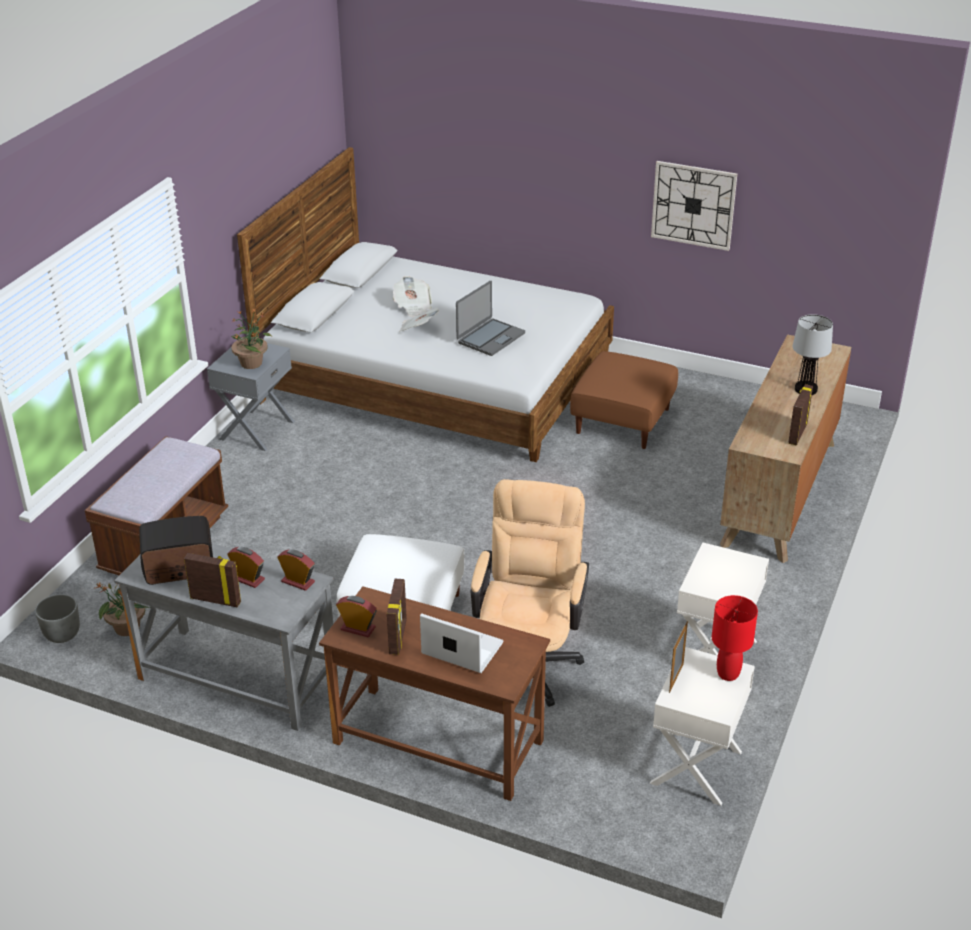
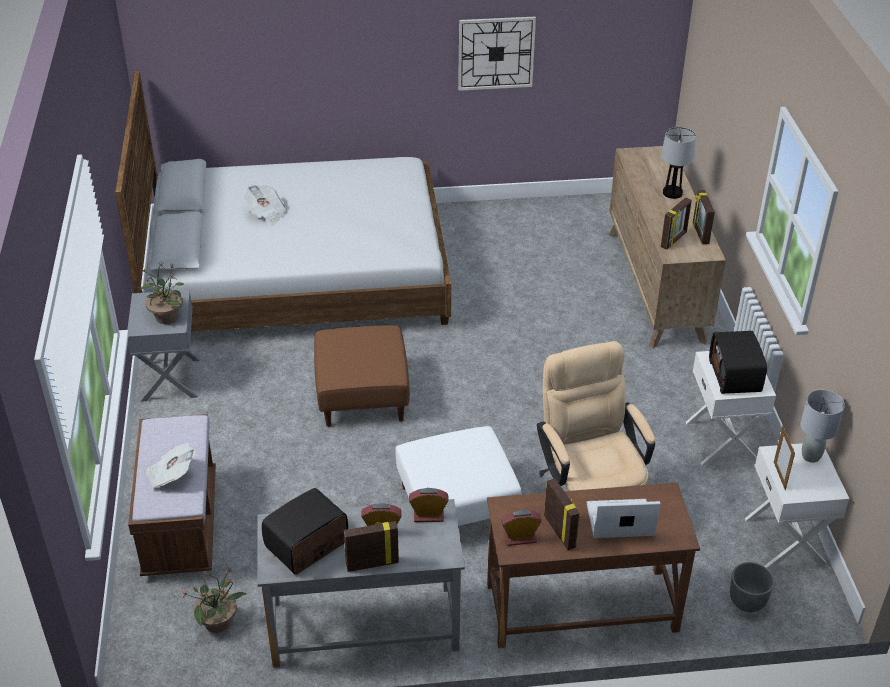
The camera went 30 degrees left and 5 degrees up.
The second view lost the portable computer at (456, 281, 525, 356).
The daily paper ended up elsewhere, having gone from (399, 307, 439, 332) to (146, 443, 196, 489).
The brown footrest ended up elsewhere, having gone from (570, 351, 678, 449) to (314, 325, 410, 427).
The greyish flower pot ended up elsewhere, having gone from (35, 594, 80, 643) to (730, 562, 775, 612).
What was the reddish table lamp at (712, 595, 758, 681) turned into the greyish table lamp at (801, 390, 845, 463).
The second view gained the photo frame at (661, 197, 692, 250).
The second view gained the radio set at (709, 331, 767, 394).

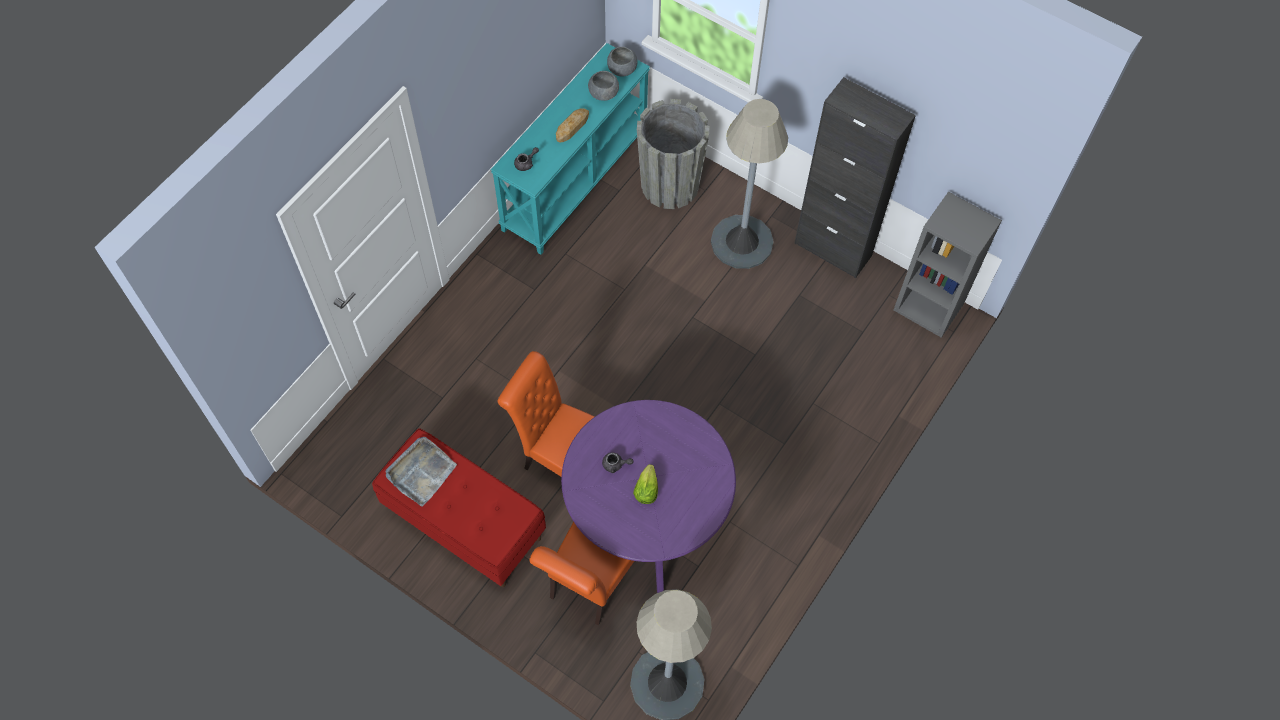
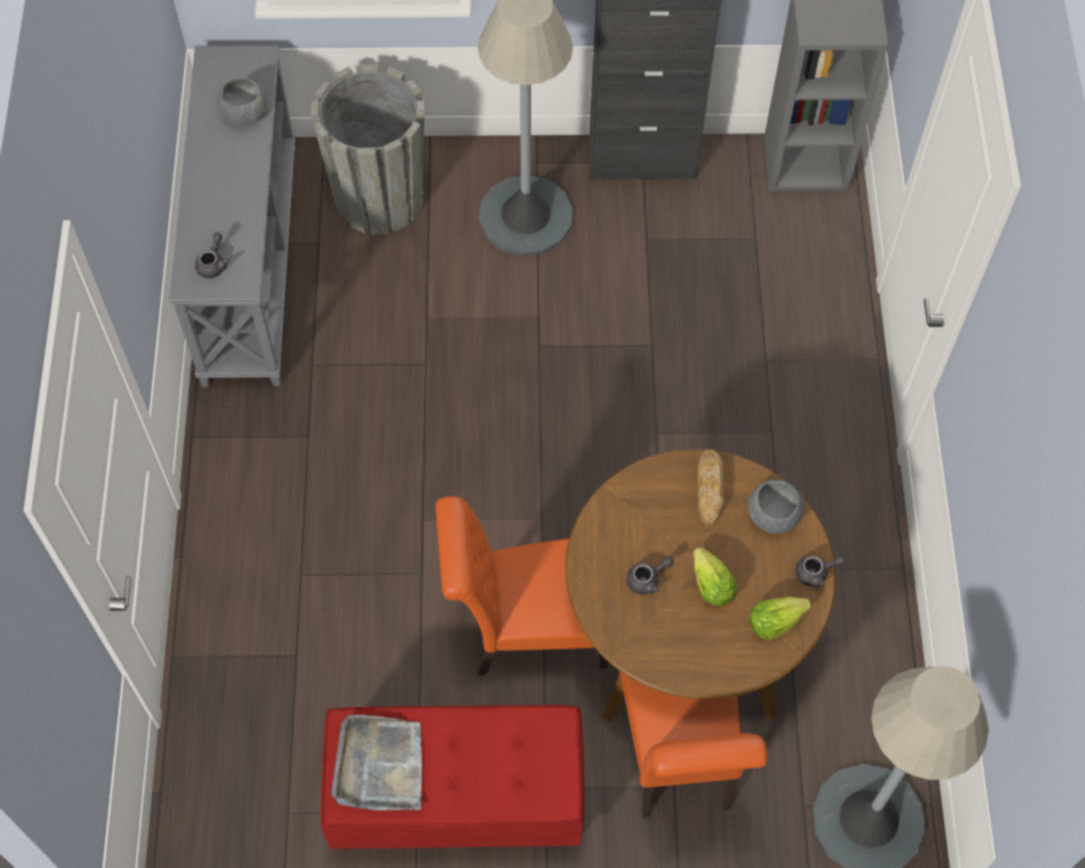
The camera went 35 degrees left and 0 degrees up.
What was the turquoise-coloured console table at (491, 43, 650, 255) turned into the greyish console table at (170, 45, 296, 387).
The greyish serving bowl ended up elsewhere, having gone from (607, 47, 638, 77) to (748, 480, 804, 534).
The bread ended up elsewhere, having gone from (556, 109, 589, 143) to (697, 449, 724, 525).
What was the purple dining table at (561, 400, 736, 593) turned into the brown dining table at (565, 449, 836, 721).
The second view gained the greyish pot for tea at (795, 556, 846, 587).
The second view gained the head of lettuce at (749, 597, 811, 640).

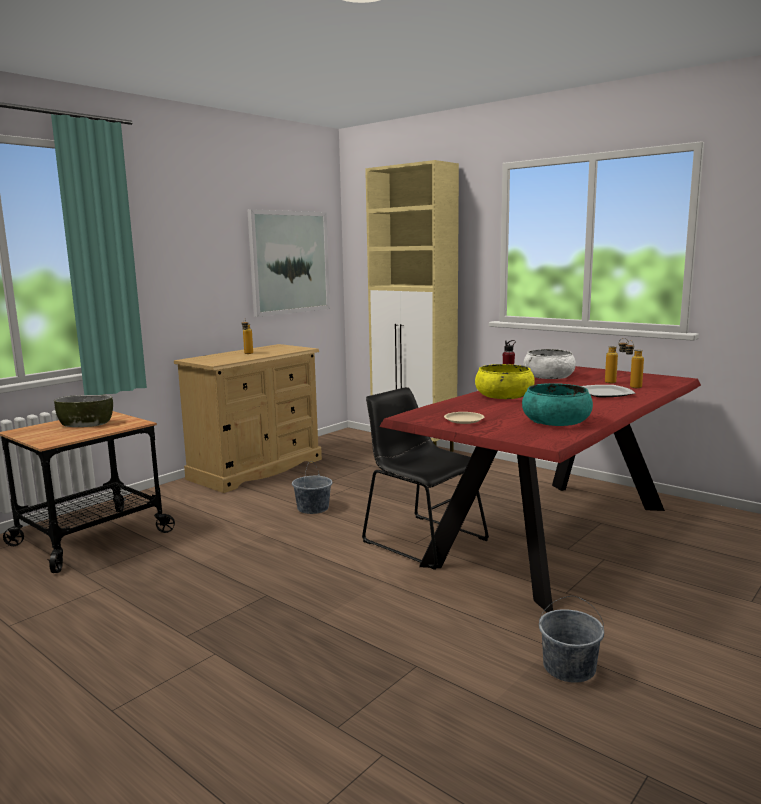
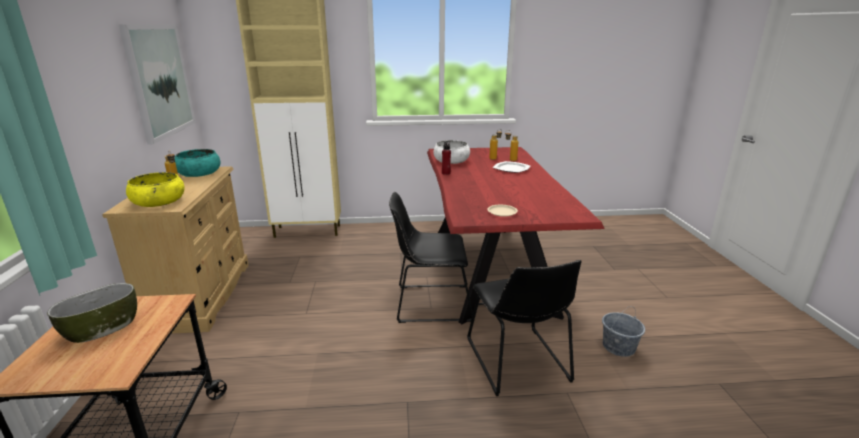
The camera went 45 degrees left and 10 degrees up.
The yellow-coloured serving bowl ended up elsewhere, having gone from (475, 364, 535, 399) to (126, 172, 185, 207).
The turquoise-coloured serving bowl ended up elsewhere, having gone from (522, 383, 593, 426) to (174, 149, 221, 177).
The second view lost the greyish bucket at (292, 462, 333, 514).
The second view gained the black plain chair at (467, 260, 581, 396).

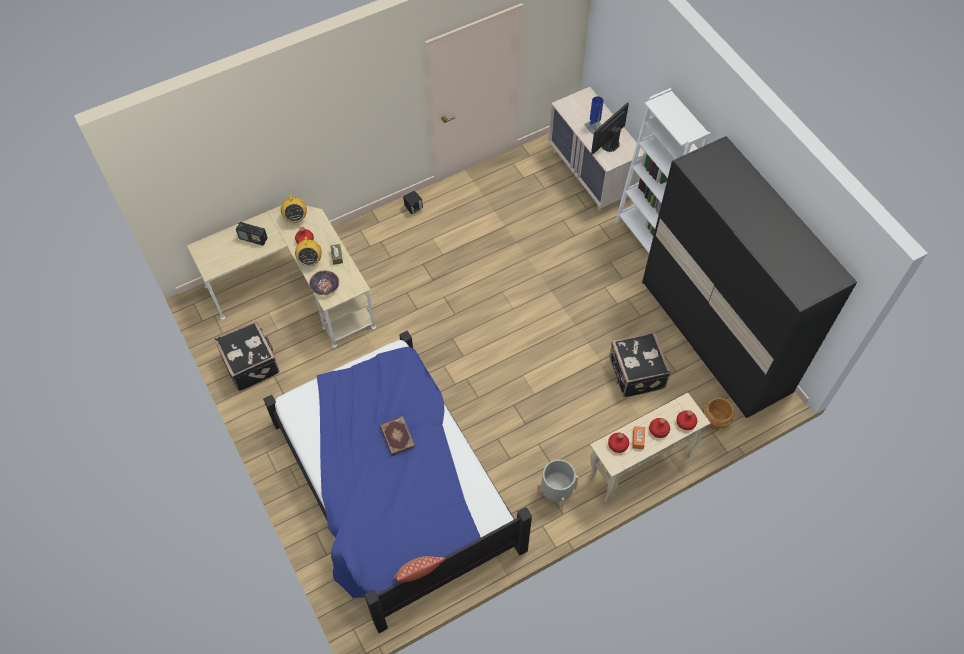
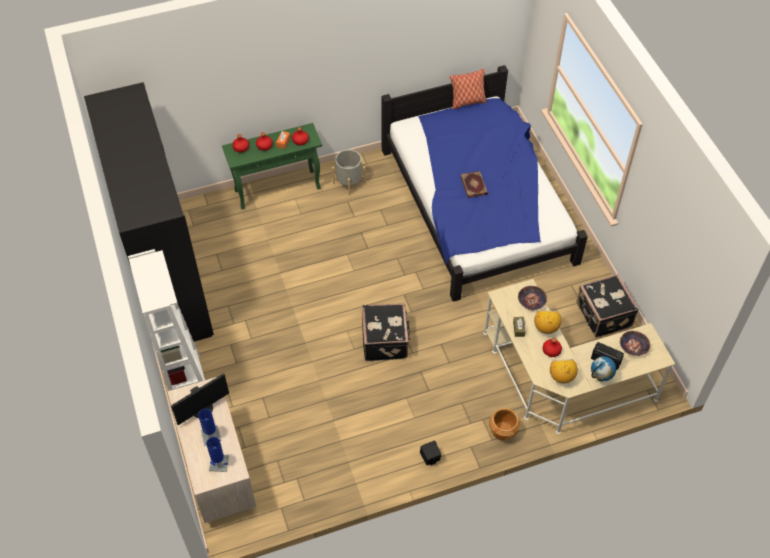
The camera went 170 degrees left and 5 degrees down.
The black travel case ended up elsewhere, having gone from (609, 332, 671, 398) to (362, 303, 410, 361).
What was the sand-coloured console table at (589, 392, 710, 503) turned into the greenish console table at (222, 123, 322, 209).
The brown flower pot ended up elsewhere, having gone from (703, 397, 735, 430) to (490, 408, 520, 440).
The second view gained the serving bowl at (620, 331, 650, 356).
The second view gained the world globe at (591, 356, 616, 381).
The second view gained the blue table lamp at (206, 437, 229, 472).

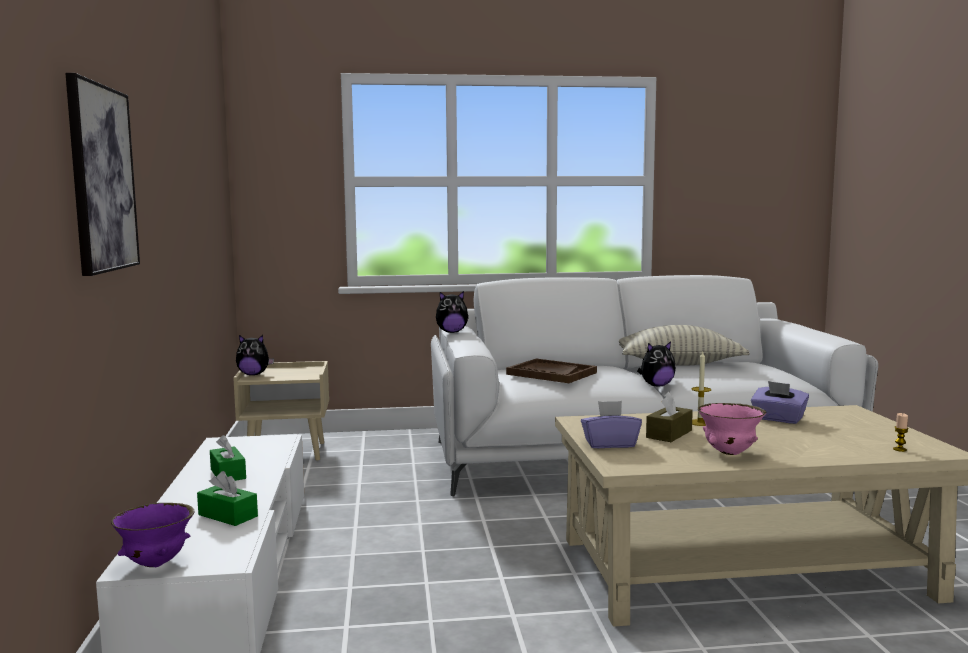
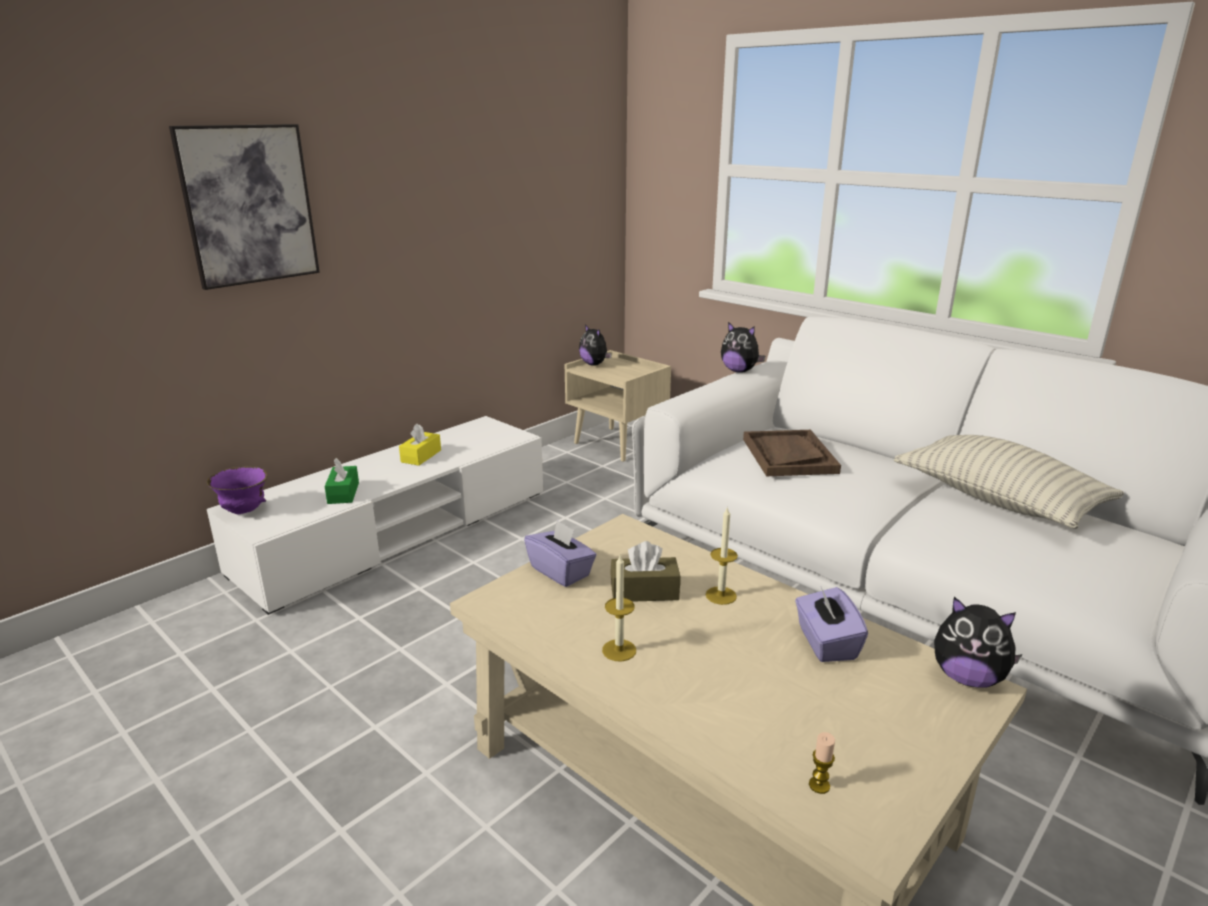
The camera went 50 degrees right and 15 degrees up.
The cuddly toy ended up elsewhere, having gone from (637, 341, 676, 386) to (934, 597, 1022, 687).
Where the pink serving bowl stood at (698, 403, 767, 455), the candle came to stand at (602, 555, 636, 661).
What was the greenish tissue box at (210, 435, 246, 481) turned into the yellow-coloured tissue box at (399, 424, 441, 466).

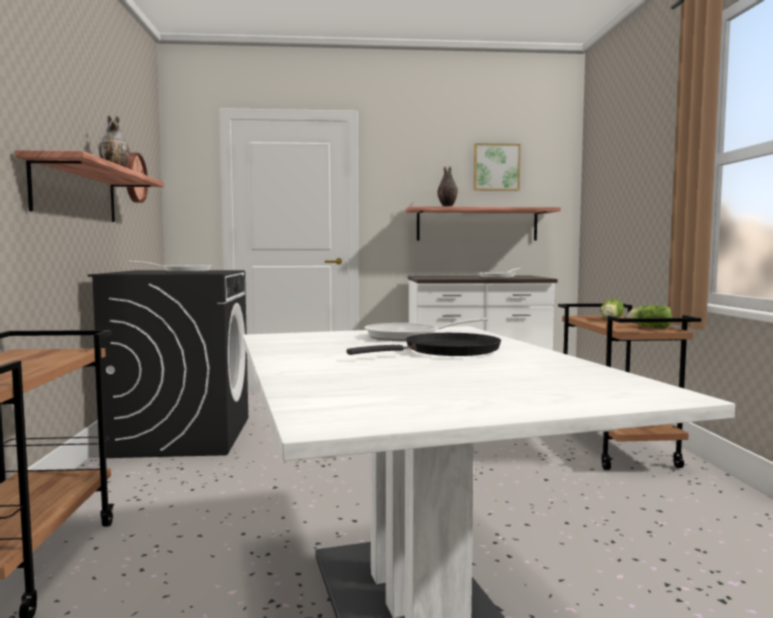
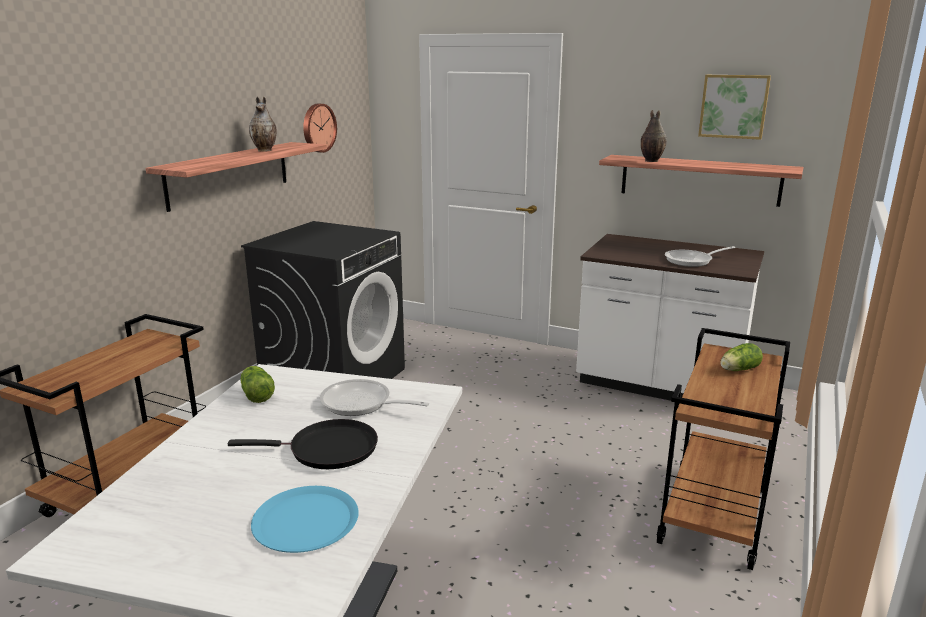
The camera went 30 degrees right and 15 degrees up.
The second view lost the frying pan at (128, 261, 212, 272).
The head of lettuce ended up elsewhere, having gone from (627, 305, 672, 329) to (240, 366, 275, 403).
The second view gained the blue plate at (251, 486, 359, 553).

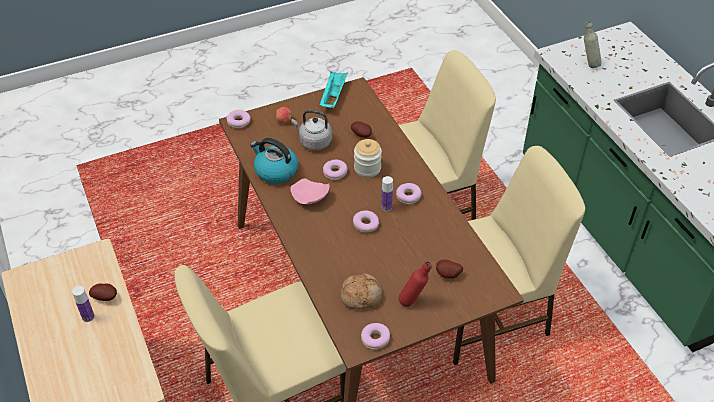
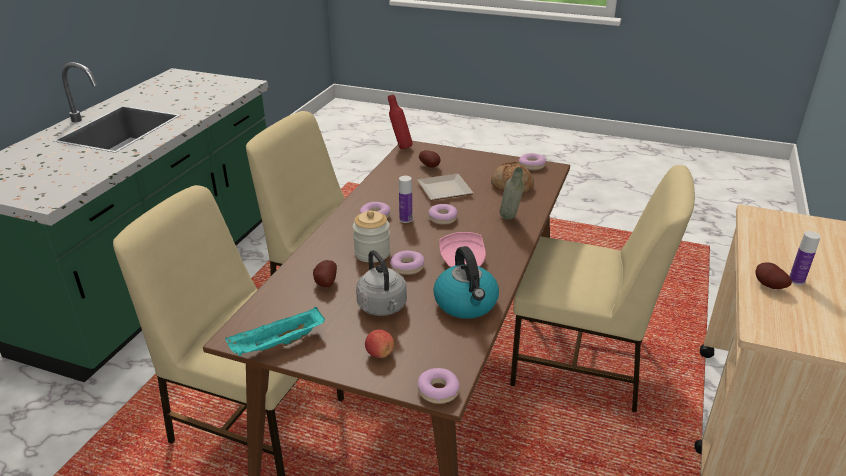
The camera went 135 degrees left and 15 degrees down.
The greyish drink bottle ended up elsewhere, having gone from (584, 21, 602, 68) to (500, 167, 524, 220).
The reddish drink bottle ended up elsewhere, having gone from (398, 261, 432, 307) to (388, 94, 413, 149).
The second view gained the plate at (417, 174, 473, 201).

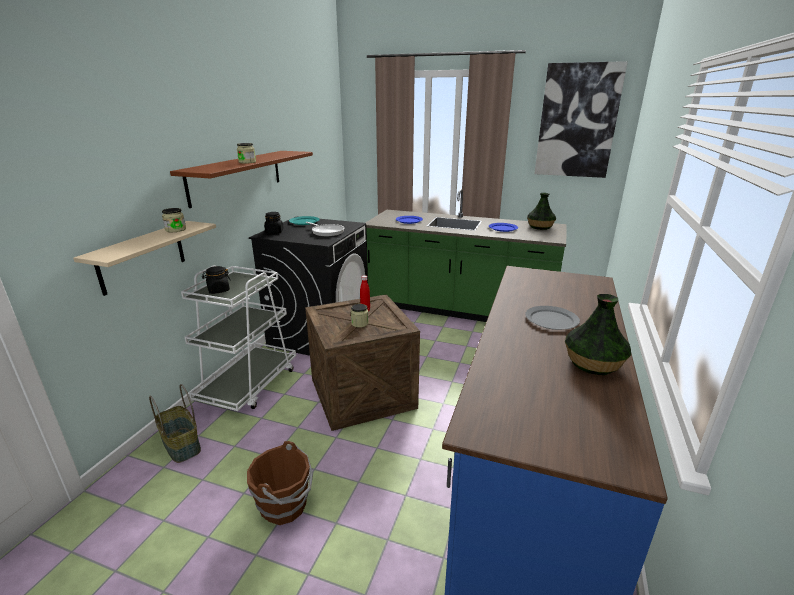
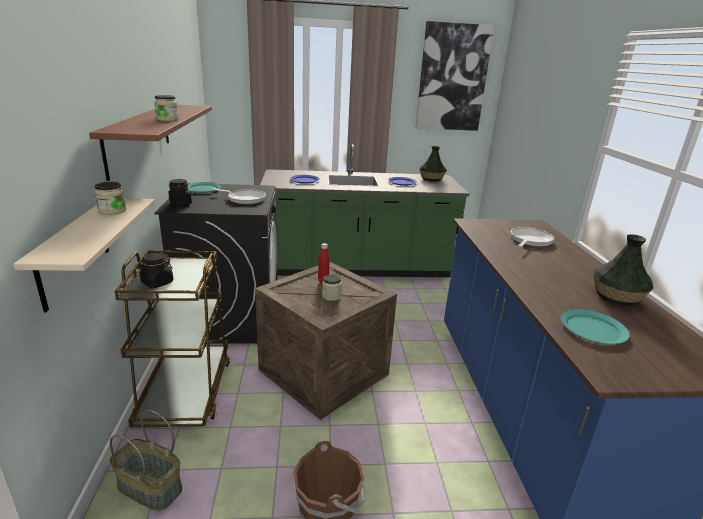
The camera went 25 degrees left and 0 degrees up.
What was the whitish trolley at (181, 265, 296, 411) turned into the brown trolley at (115, 250, 230, 428).
The second view lost the greyish plate at (525, 306, 580, 330).
The second view gained the frying pan at (511, 227, 554, 247).
The second view gained the turquoise-coloured plate at (561, 309, 630, 344).

